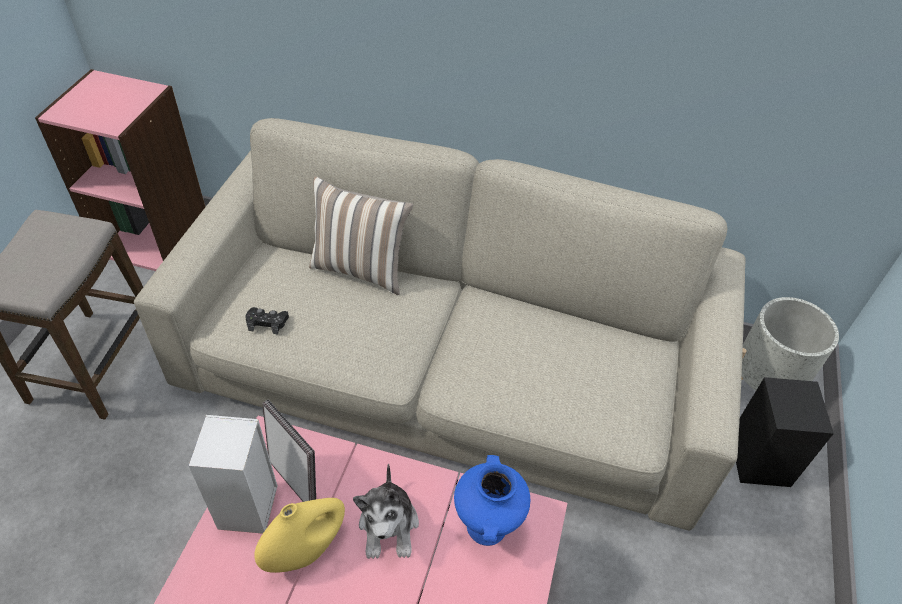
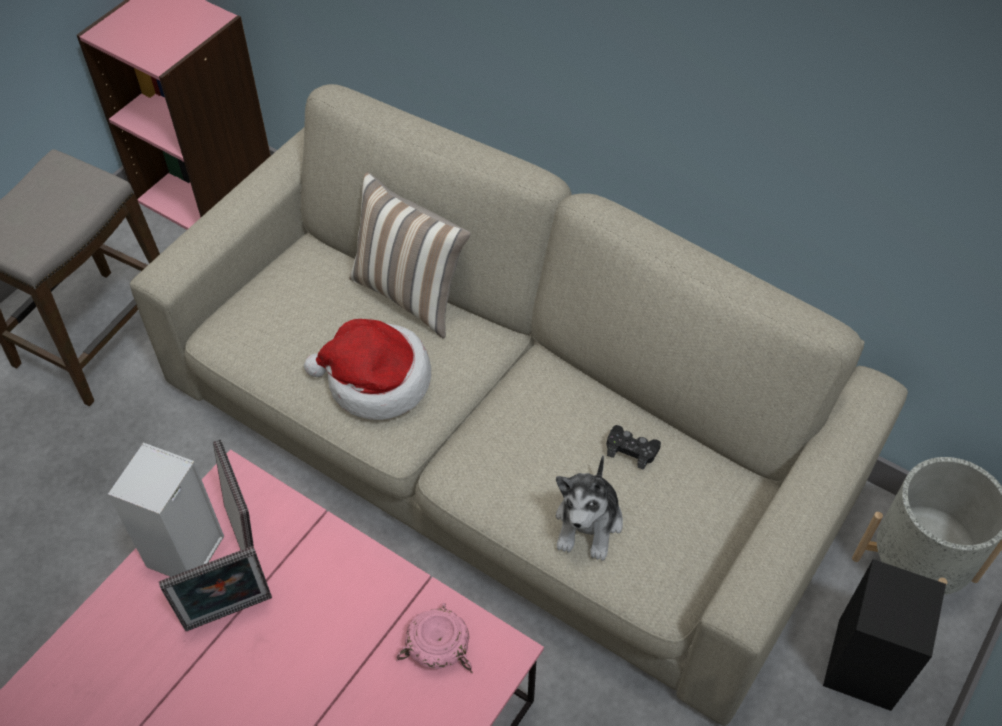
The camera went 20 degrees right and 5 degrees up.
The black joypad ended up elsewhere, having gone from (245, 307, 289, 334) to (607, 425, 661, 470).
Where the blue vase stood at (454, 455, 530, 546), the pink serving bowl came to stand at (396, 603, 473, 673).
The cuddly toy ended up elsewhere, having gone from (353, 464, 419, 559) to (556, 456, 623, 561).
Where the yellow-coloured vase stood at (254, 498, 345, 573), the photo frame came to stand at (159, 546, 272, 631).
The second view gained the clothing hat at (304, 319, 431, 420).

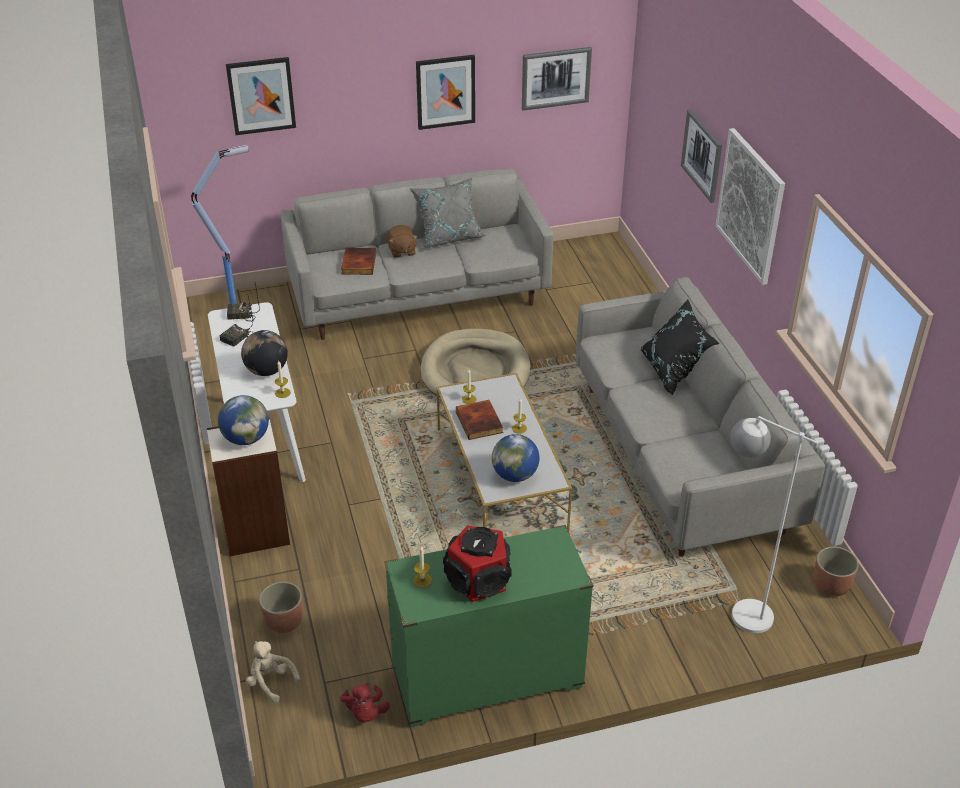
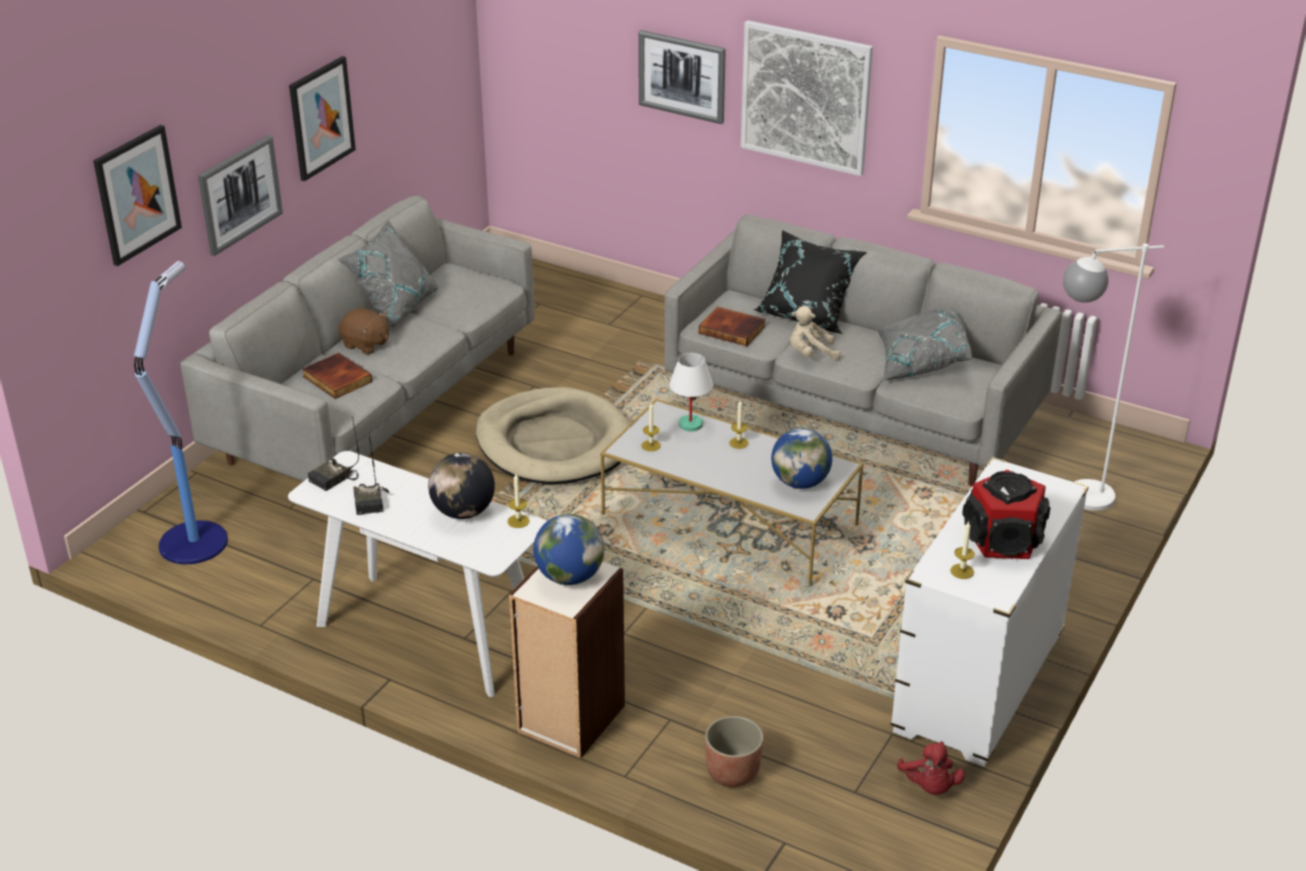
The camera went 45 degrees left and 5 degrees down.
The wall art ended up elsewhere, having gone from (522, 47, 592, 111) to (198, 135, 283, 256).
The bound book ended up elsewhere, having gone from (456, 400, 503, 440) to (699, 306, 766, 346).
What was the greenish chest of drawers at (384, 525, 593, 727) turned into the whitish chest of drawers at (890, 457, 1089, 767).
The second view lost the flower pot at (813, 547, 859, 596).
The sand-coloured cuddly toy ended up elsewhere, having gone from (246, 641, 300, 703) to (790, 306, 841, 361).
The reddish cuddly toy at (340, 683, 389, 722) ended up facing another way, 45 degrees clockwise from before.
The second view gained the greyish throw pillow at (877, 307, 972, 381).
The second view gained the whitish table lamp at (669, 353, 713, 432).

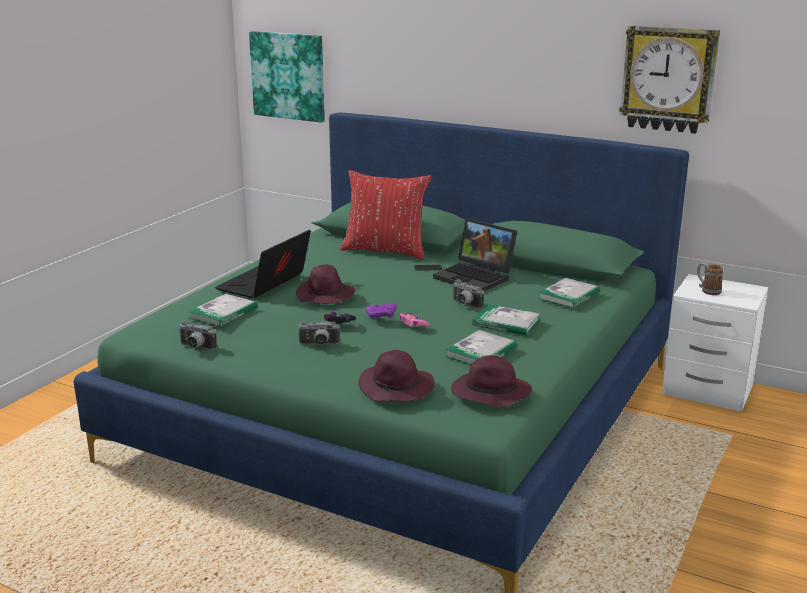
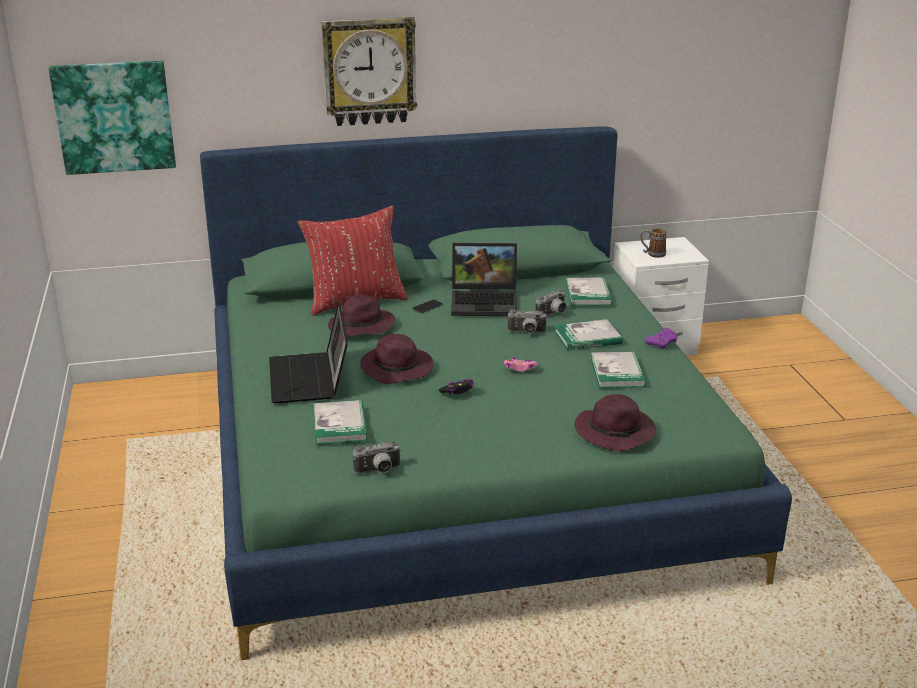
The camera went 40 degrees left and 5 degrees up.
The hanging clock ended up elsewhere, having gone from (619, 25, 720, 134) to (321, 17, 417, 126).
The purple joypad ended up elsewhere, having gone from (366, 304, 397, 320) to (645, 328, 678, 349).
The photo camera ended up elsewhere, having gone from (298, 321, 340, 345) to (536, 289, 566, 316).
The purple clothing hat ended up elsewhere, having gone from (451, 355, 532, 408) to (328, 295, 395, 336).

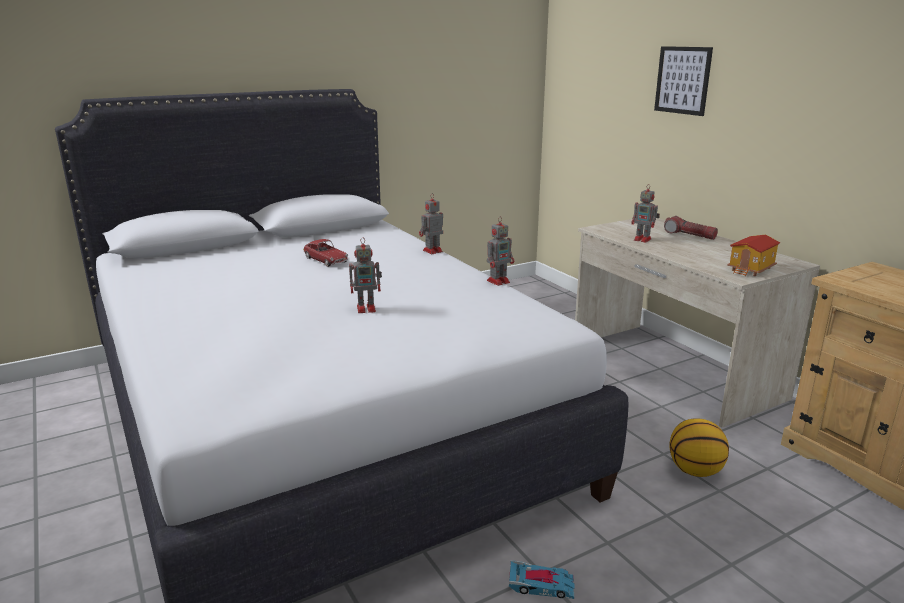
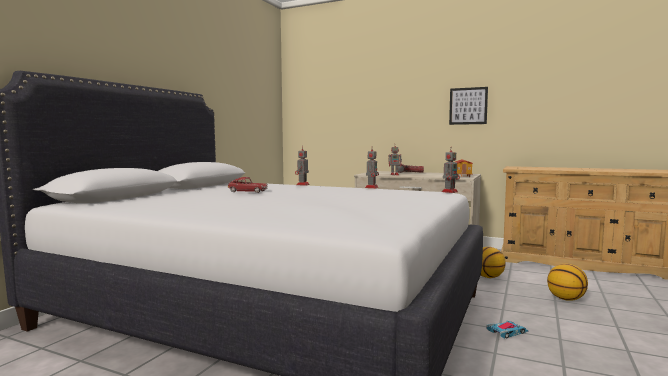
The camera went 35 degrees left and 15 degrees down.
The wall art ended up elsewhere, having gone from (654, 46, 713, 116) to (449, 87, 488, 125).
The model robot ended up elsewhere, having gone from (349, 237, 382, 313) to (442, 147, 460, 193).
The second view gained the ball for basketball at (547, 264, 588, 301).

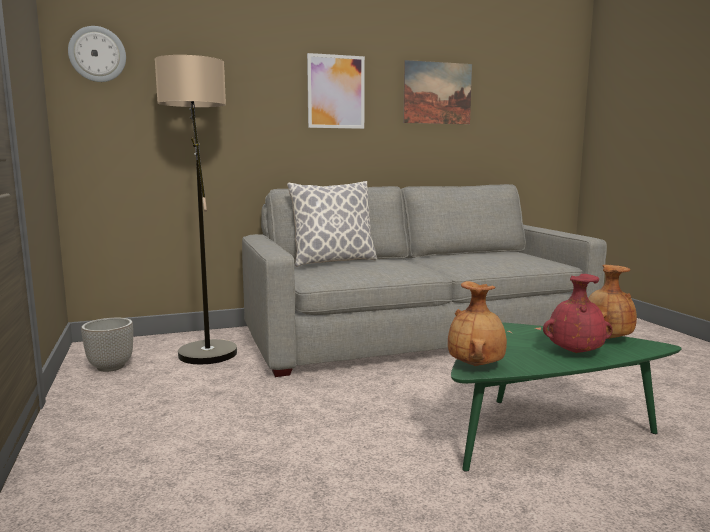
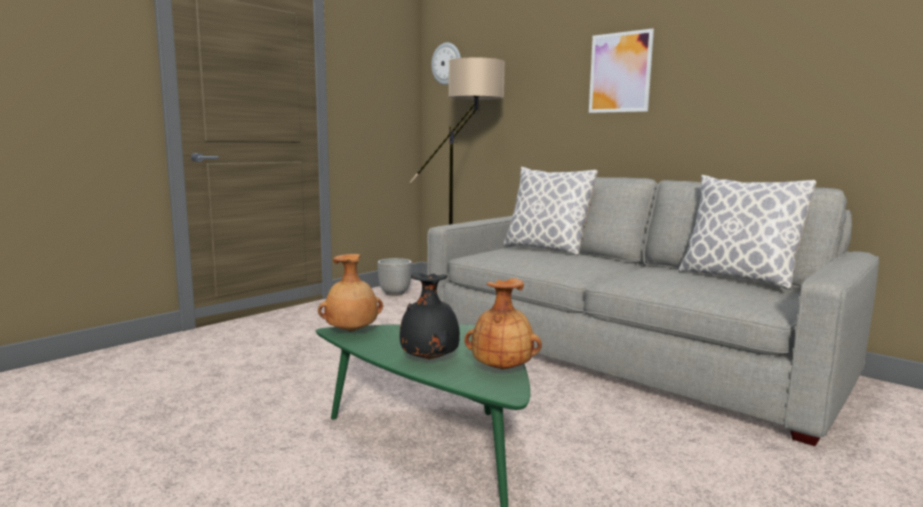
The camera went 60 degrees right and 0 degrees up.
The second view lost the wall art at (403, 60, 472, 124).
What was the reddish vase at (543, 274, 613, 353) turned into the black vase at (399, 272, 460, 359).
The second view gained the throw pillow at (678, 175, 817, 290).

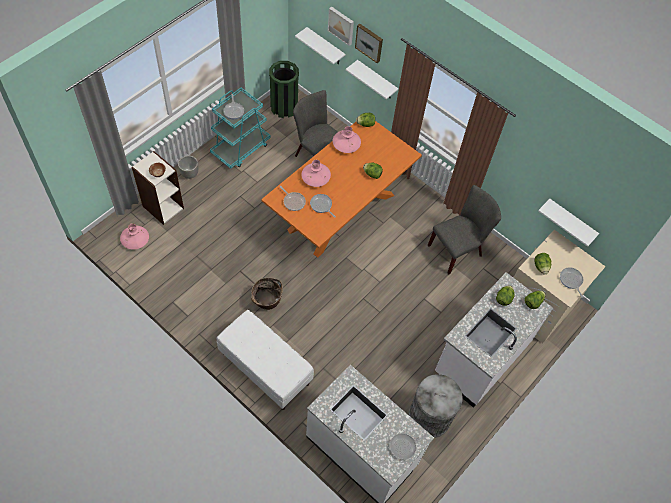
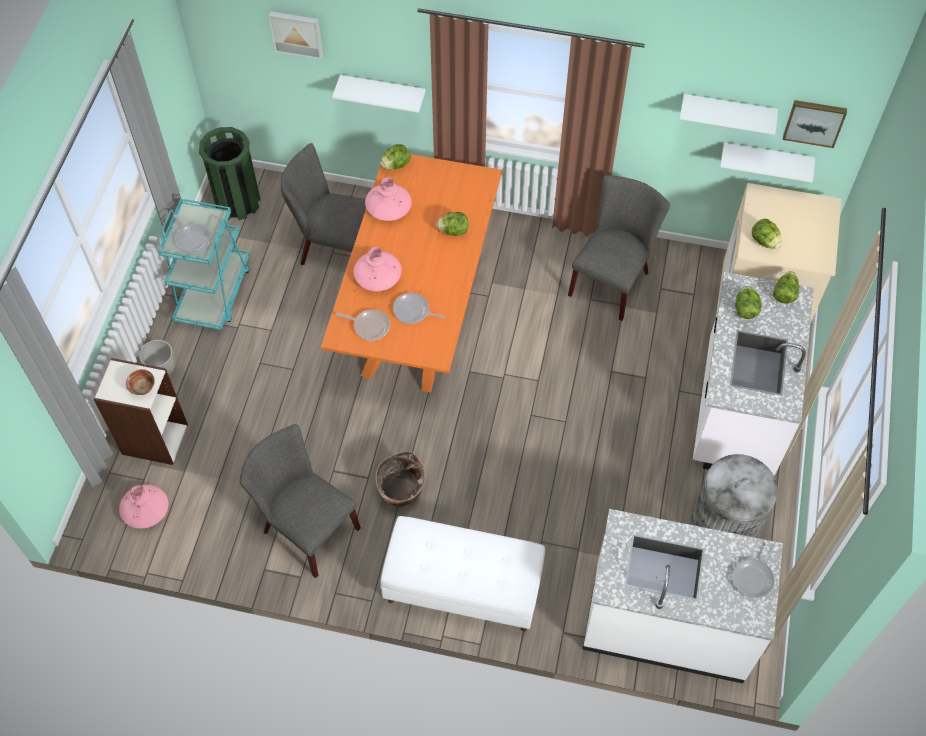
The camera went 25 degrees left and 0 degrees up.
The wall art ended up elsewhere, having gone from (355, 24, 383, 63) to (783, 100, 847, 148).
The whitish wall shelf ended up elsewhere, having gone from (295, 27, 345, 65) to (680, 94, 778, 135).
The second view lost the frying pan at (560, 267, 583, 298).
The second view gained the greyish plain chair at (240, 424, 361, 578).

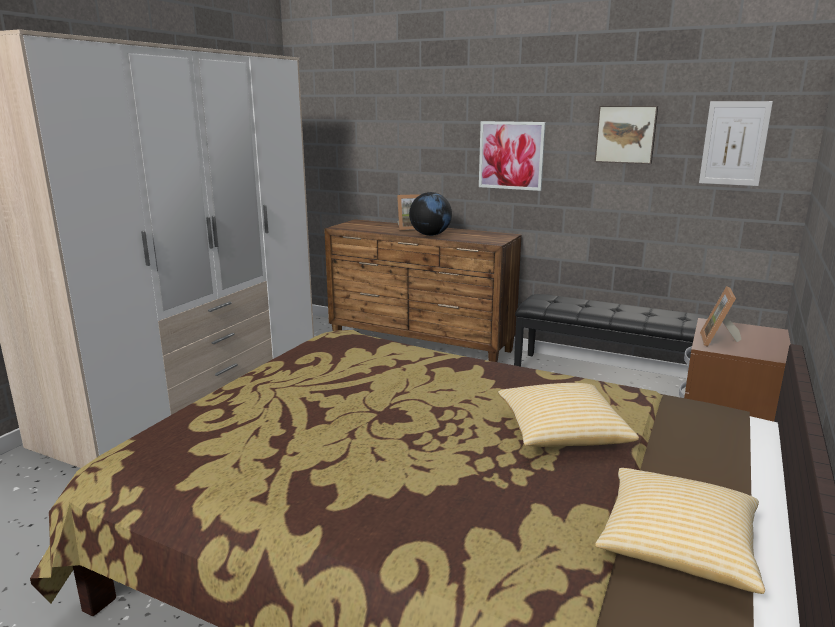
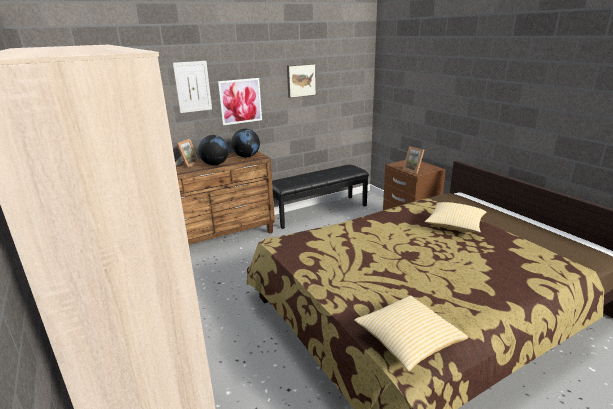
The camera went 55 degrees left and 5 degrees up.
The wall art ended up elsewhere, having gone from (699, 101, 773, 186) to (173, 61, 212, 113).
The throw pillow ended up elsewhere, having gone from (595, 468, 765, 594) to (354, 295, 468, 371).
The second view gained the world globe at (231, 129, 260, 157).

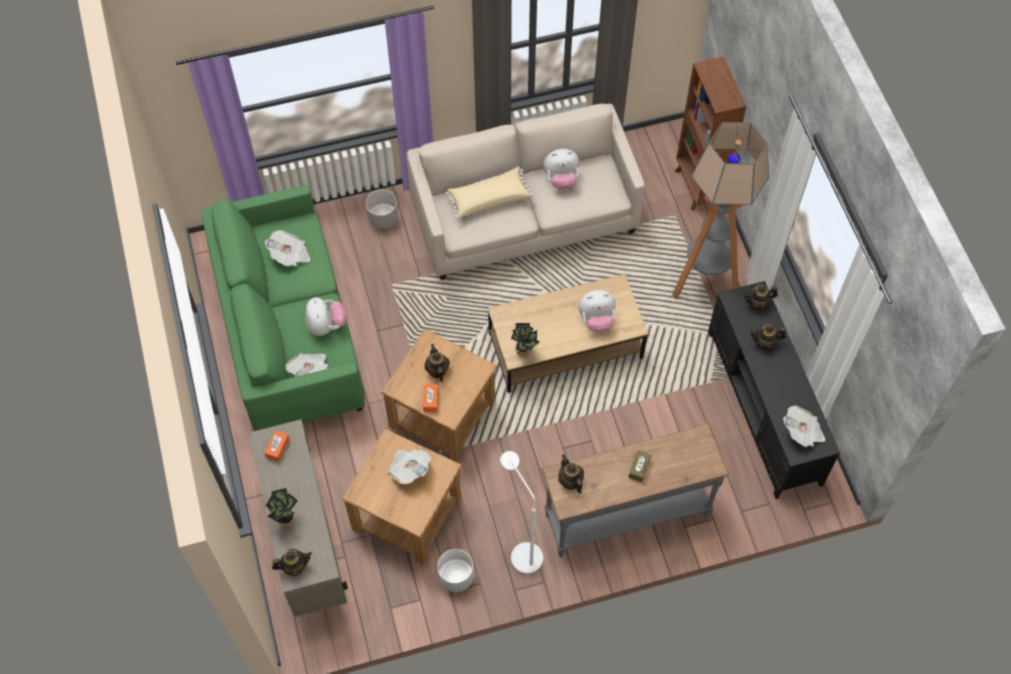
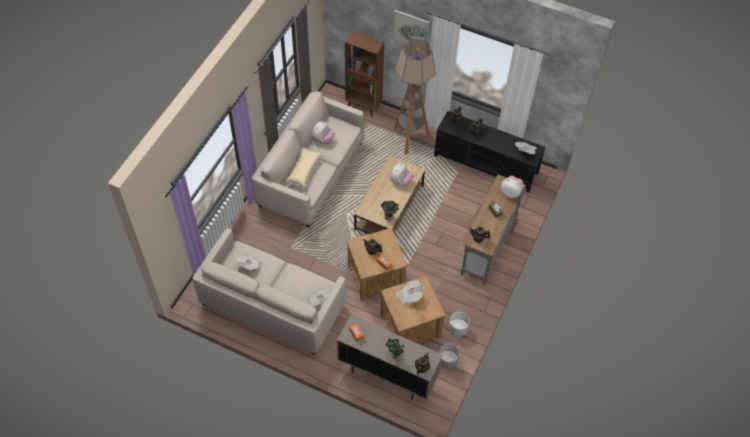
The camera went 50 degrees left and 5 degrees down.
What was the greenish settee at (201, 186, 365, 431) turned into the sand-coloured settee at (192, 228, 346, 355).
The greyish flower pot ended up elsewhere, having gone from (366, 190, 398, 229) to (439, 344, 459, 369).
The cuddly toy ended up elsewhere, having gone from (305, 297, 346, 336) to (500, 176, 523, 198).
The second view lost the whitish standing lamp at (500, 451, 543, 575).
The second view gained the wall art at (392, 10, 430, 43).

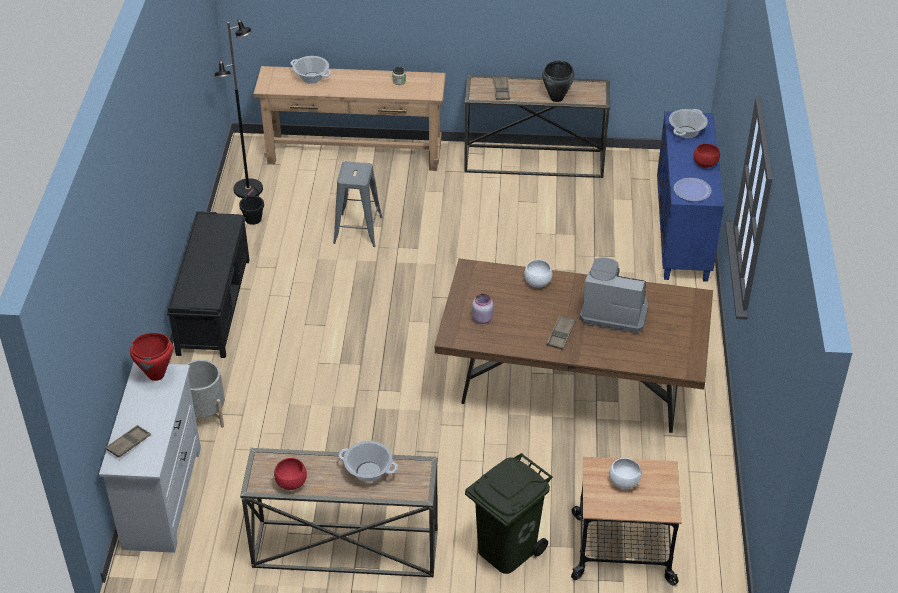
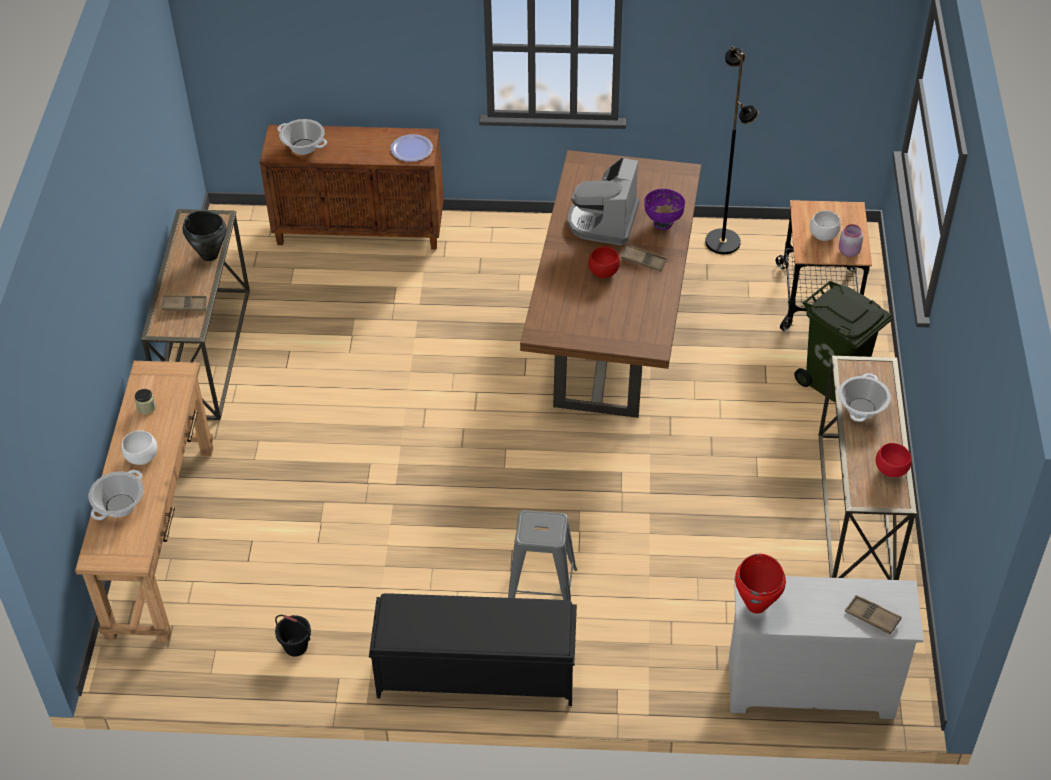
The camera went 90 degrees left and 5 degrees up.
The black standing lamp ended up elsewhere, having gone from (215, 19, 263, 198) to (705, 46, 759, 254).
What was the blue cabinet at (657, 111, 724, 282) turned into the brown cabinet at (260, 125, 444, 250).
The reddish serving bowl ended up elsewhere, having gone from (694, 143, 720, 168) to (588, 247, 620, 278).
The greyish stool seat ended up elsewhere, having gone from (333, 161, 383, 247) to (508, 510, 577, 601).
The whitish serving bowl ended up elsewhere, having gone from (524, 260, 552, 288) to (121, 430, 157, 465).
The pink storage jar ended up elsewhere, having gone from (472, 294, 493, 324) to (839, 224, 863, 257).
The second view lost the greyish flower pot at (185, 360, 225, 428).
The second view gained the purple serving bowl at (644, 189, 685, 230).

